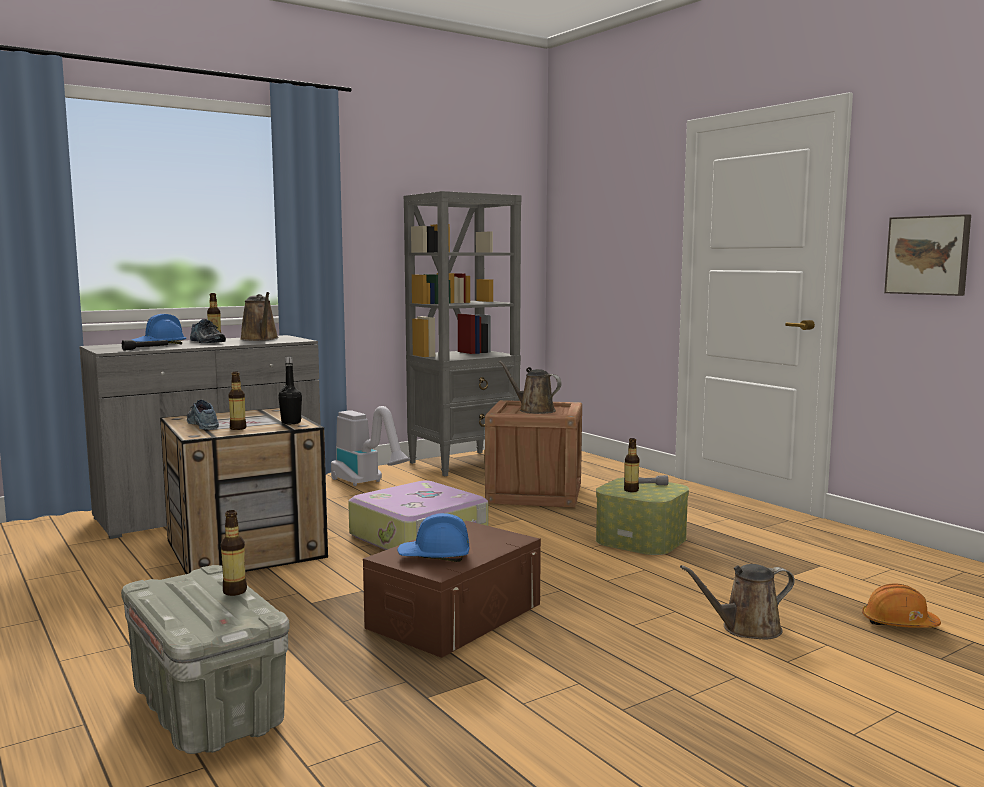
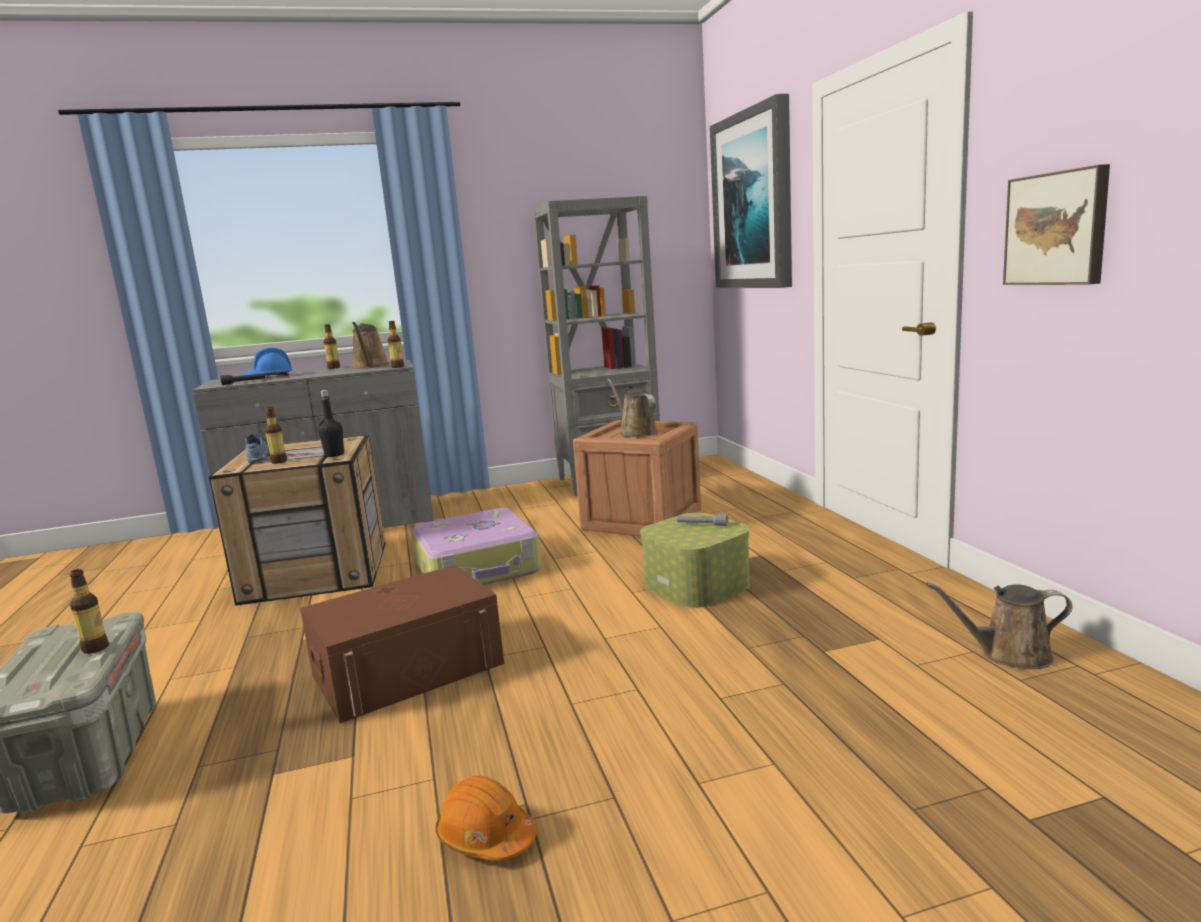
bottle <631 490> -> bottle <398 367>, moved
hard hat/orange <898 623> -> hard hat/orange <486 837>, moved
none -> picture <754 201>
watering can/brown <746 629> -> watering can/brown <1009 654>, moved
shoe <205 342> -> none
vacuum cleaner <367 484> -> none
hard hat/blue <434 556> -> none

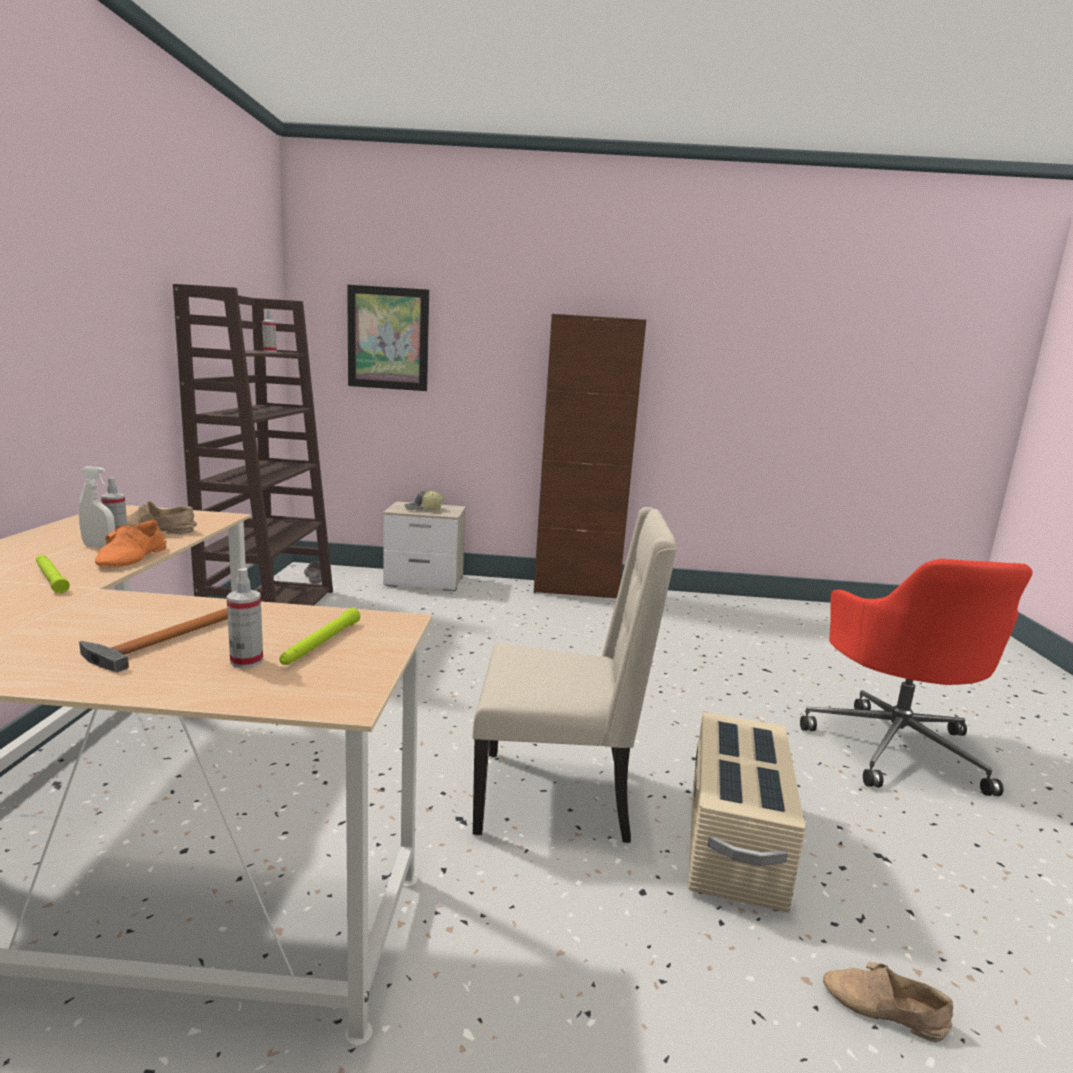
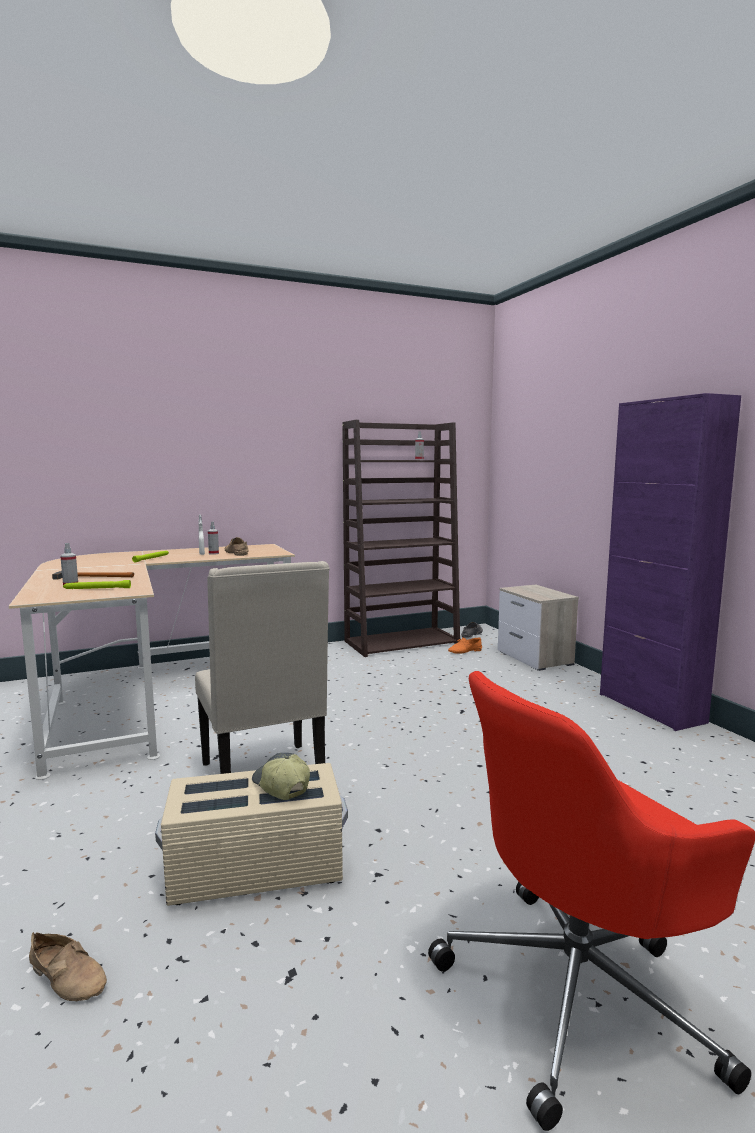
shoe/beige <883 1010> -> shoe/beige <69 975>, 120 degrees clockwise
cap <423 509> -> cap <280 786>, moved
shoe/orange <134 557> -> shoe/orange <465 651>, moved
cabinet/brown <575 590> -> cabinet/purple <650 708>
picture <388 338> -> none

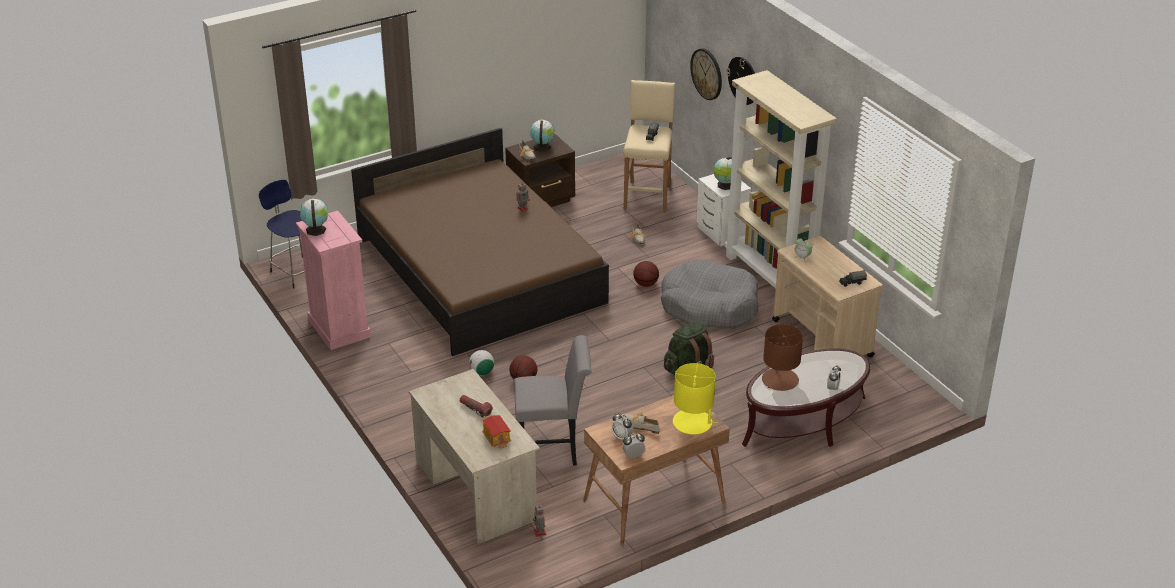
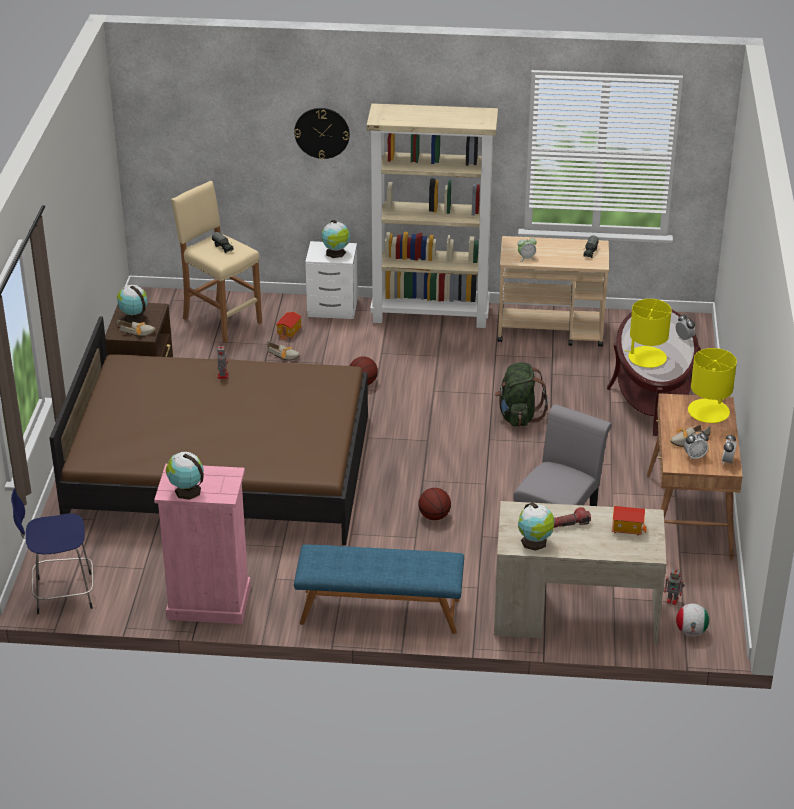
none -> toy house <289 332>
none -> bench/blue <379 612>
none -> globe <535 542>
table lamp/brown <780 380> -> table lamp/yellow <646 358>
football <482 372> -> football <691 631>, moved
dog bed/grey <709 306> -> none
wall clock <707 74> -> none

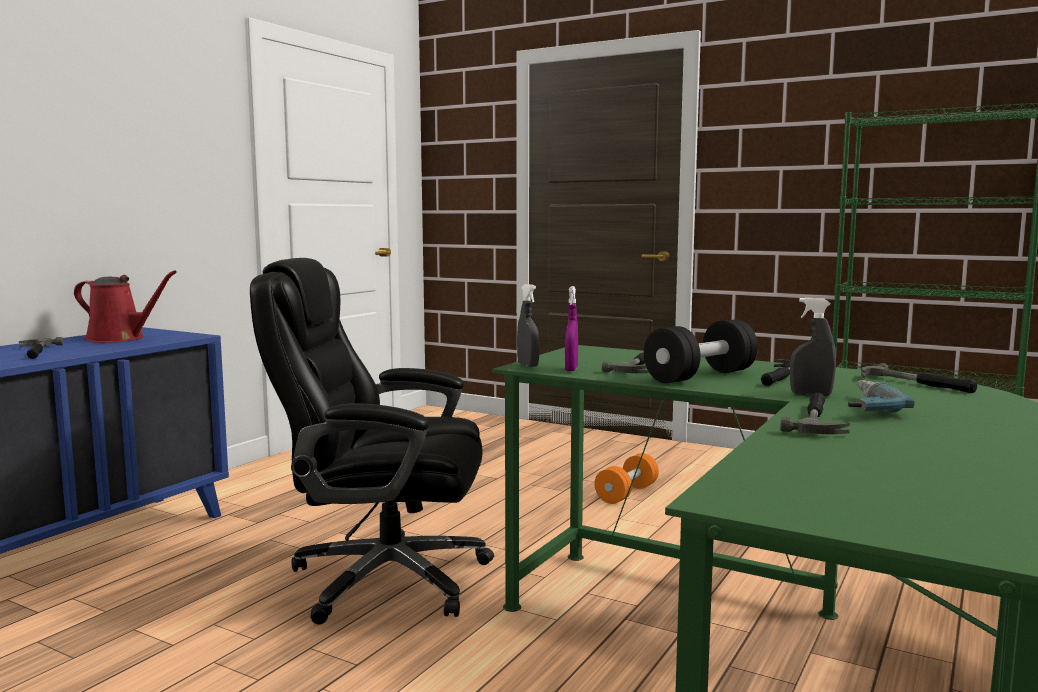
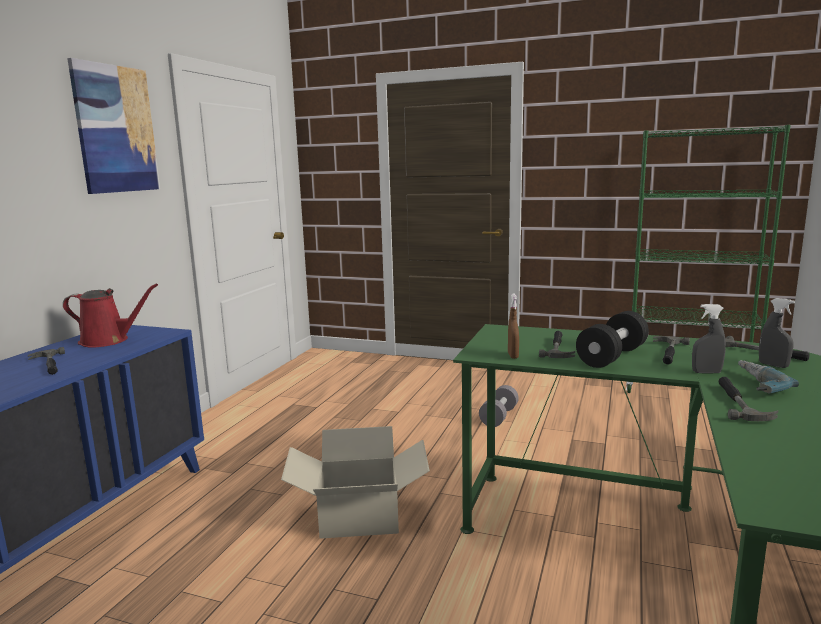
none -> picture <116 129>
office chair/black <384 579> -> cardboard box <359 515>
dumbbell/orange <626 494> -> dumbbell/grey <499 417>
spray bottle/purple <571 369> -> spray bottle/brown <513 356>
spray bottle/grey <528 365> -> spray bottle/grey <773 365>, moved

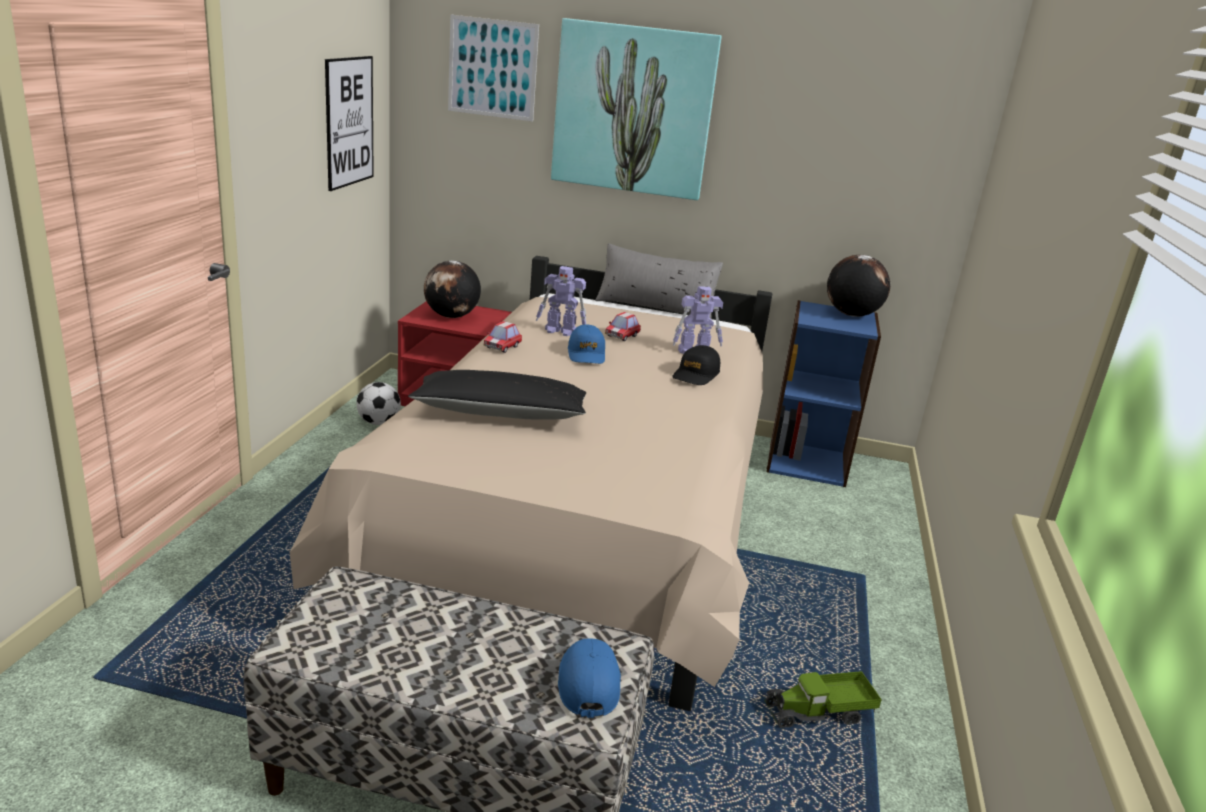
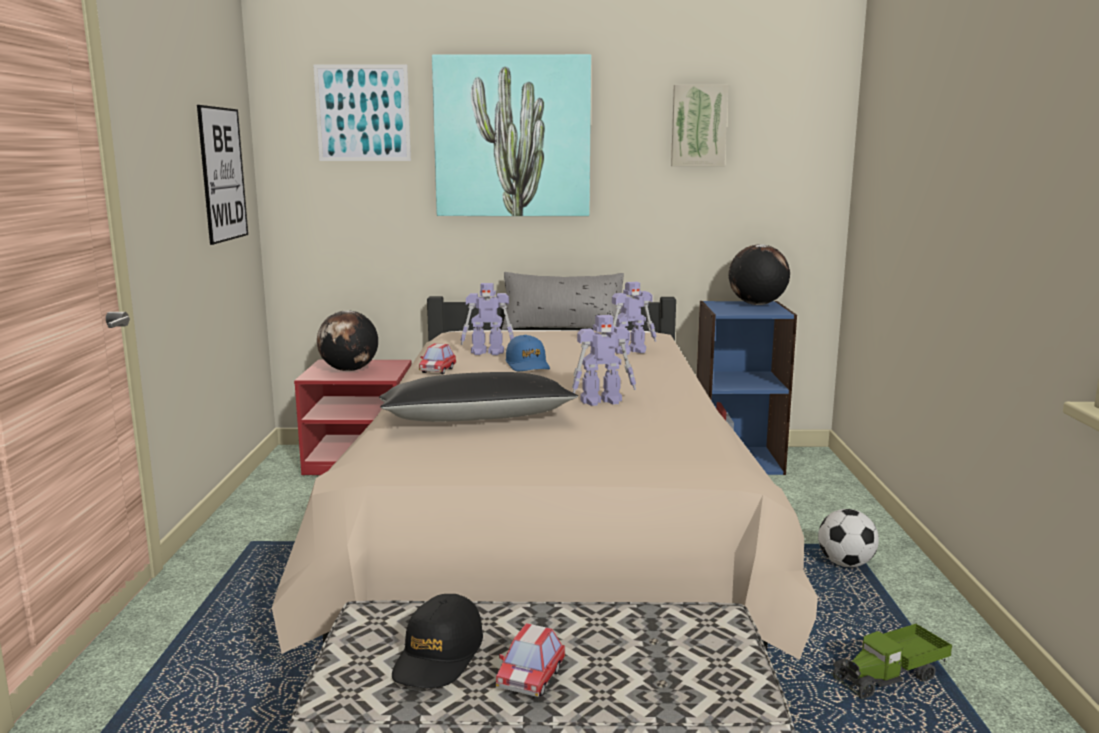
cap/black <696 375> -> cap/black <438 656>, moved
toy car <622 336> -> toy car <531 678>, moved
none -> toy robot <602 401>
none -> picture <698 126>
football <378 422> -> football <845 564>, moved
cap/blue <587 682> -> none

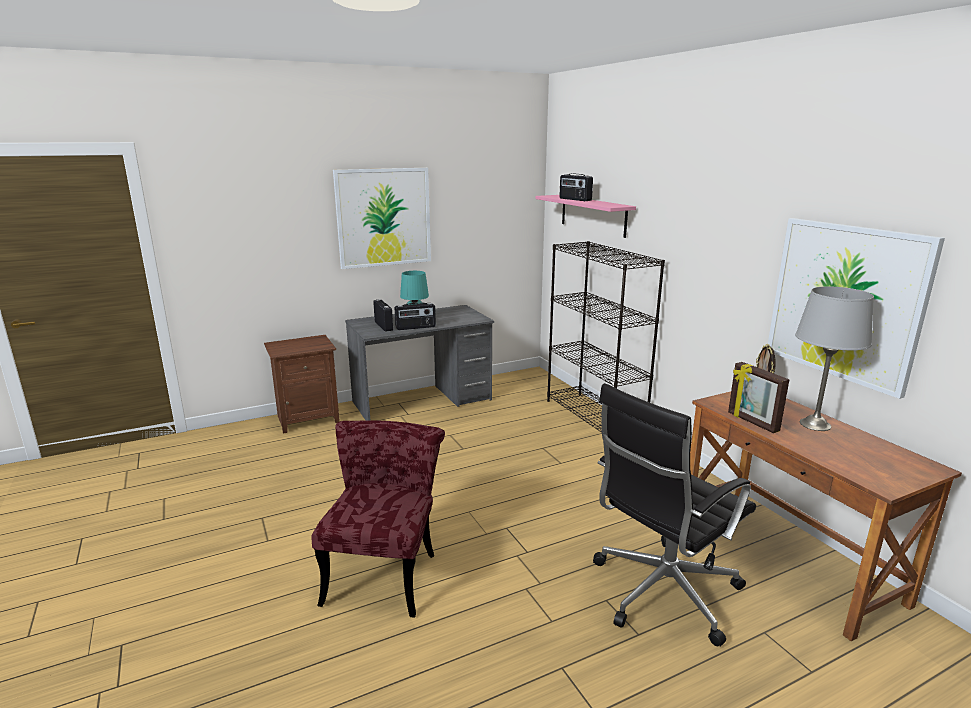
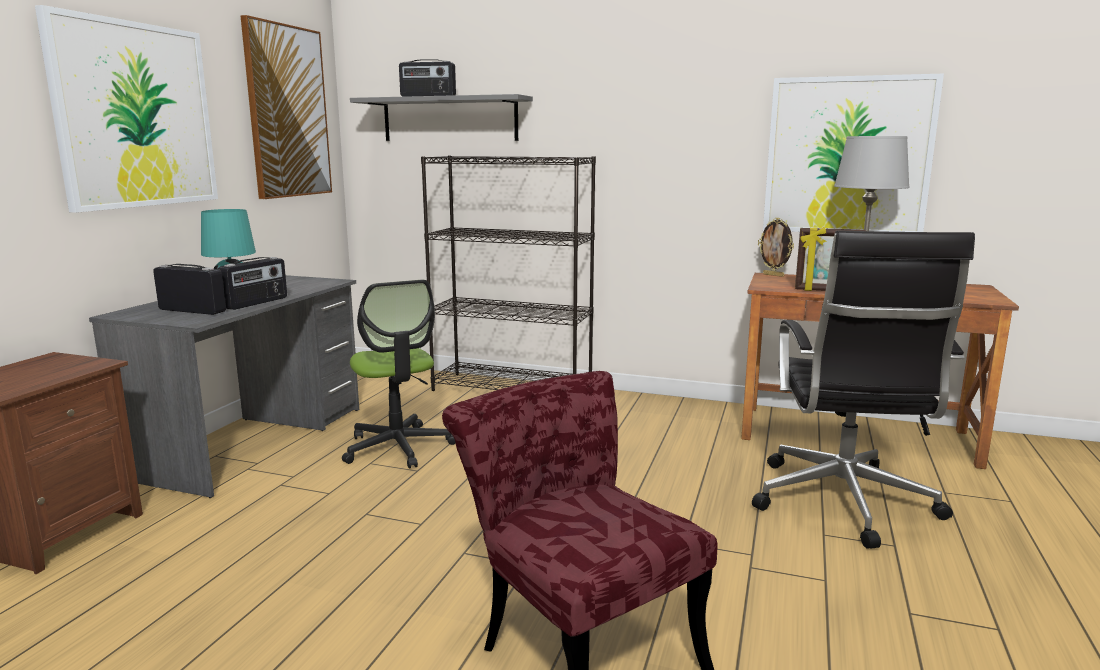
none -> picture <287 112>
none -> office chair <398 447>
shelf/pink <593 215> -> shelf/grey <449 119>

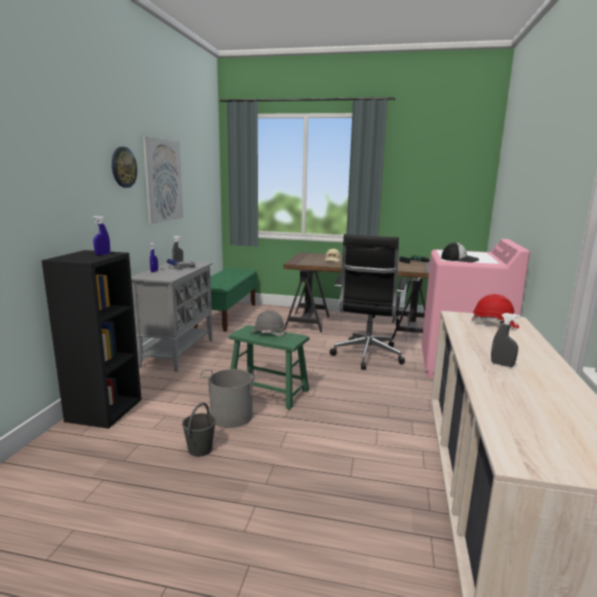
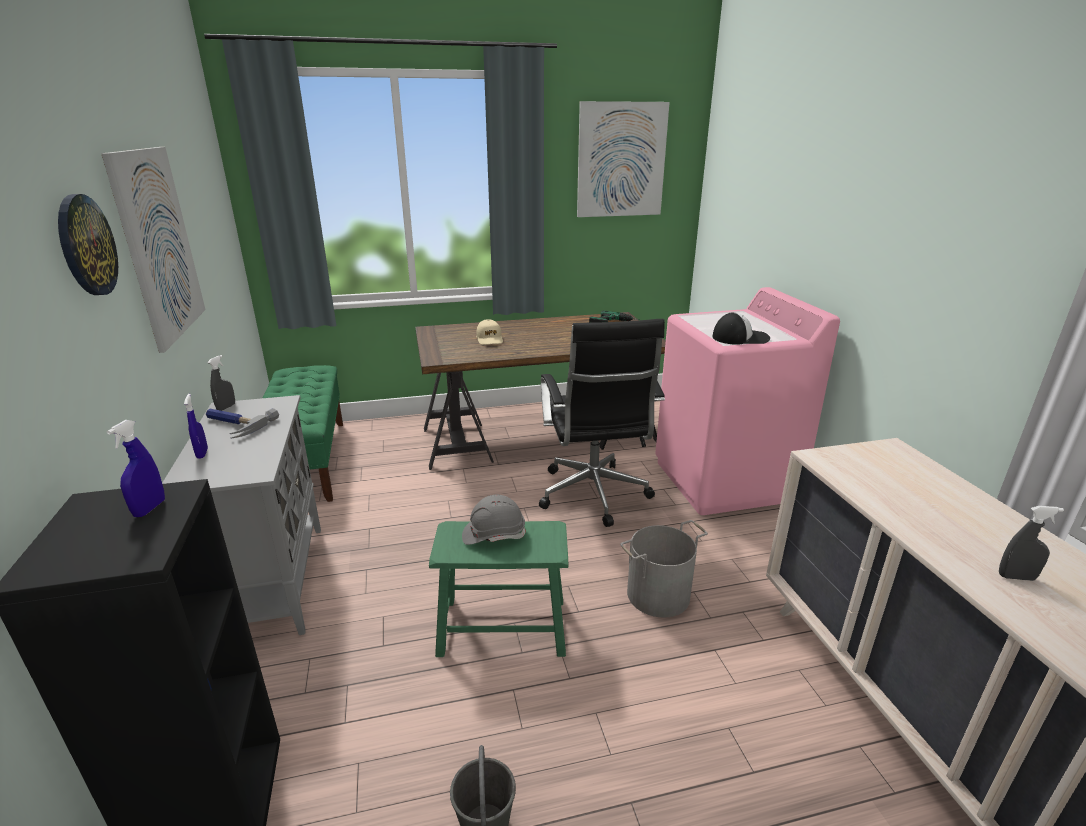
none -> picture <621 160>
bucket/grey <231 416> -> bucket/grey <659 595>, moved
hard hat/red <494 323> -> none

